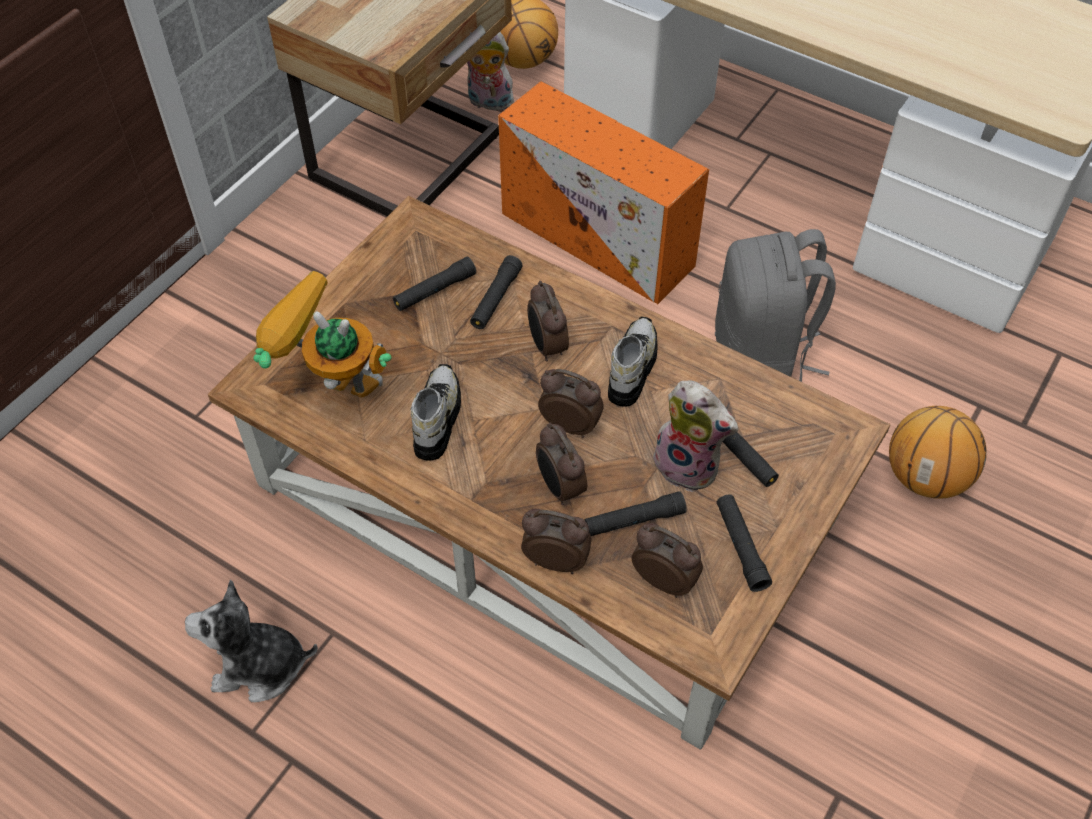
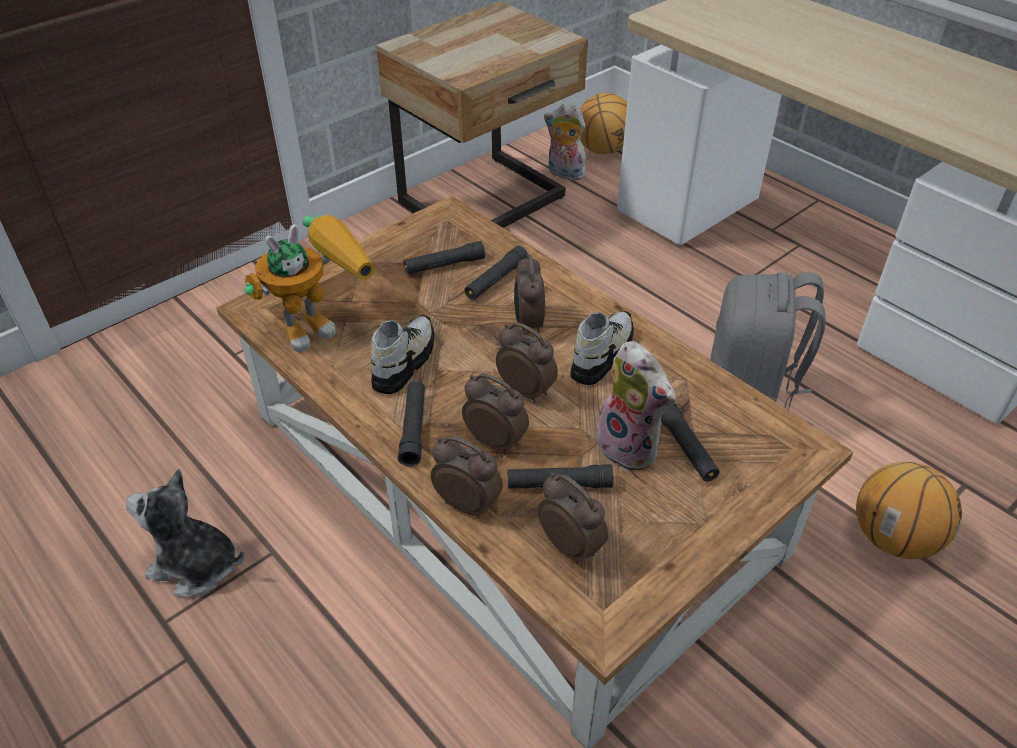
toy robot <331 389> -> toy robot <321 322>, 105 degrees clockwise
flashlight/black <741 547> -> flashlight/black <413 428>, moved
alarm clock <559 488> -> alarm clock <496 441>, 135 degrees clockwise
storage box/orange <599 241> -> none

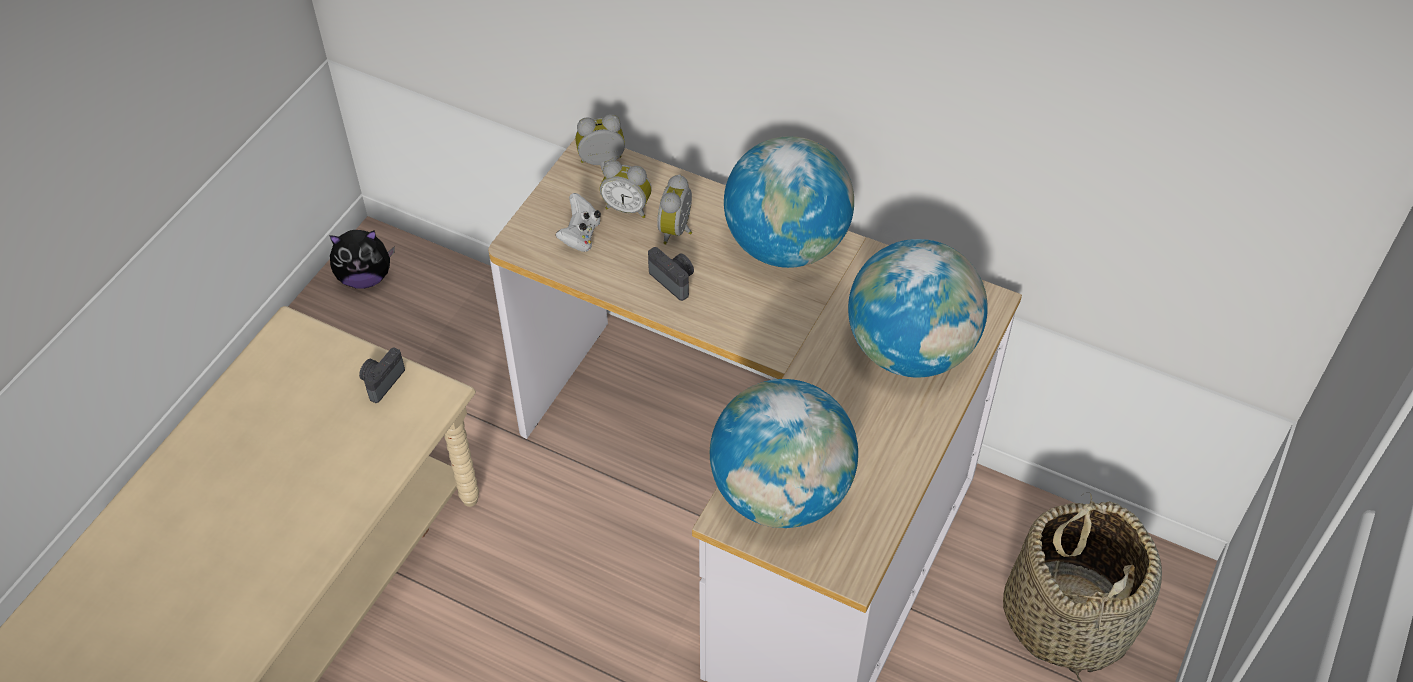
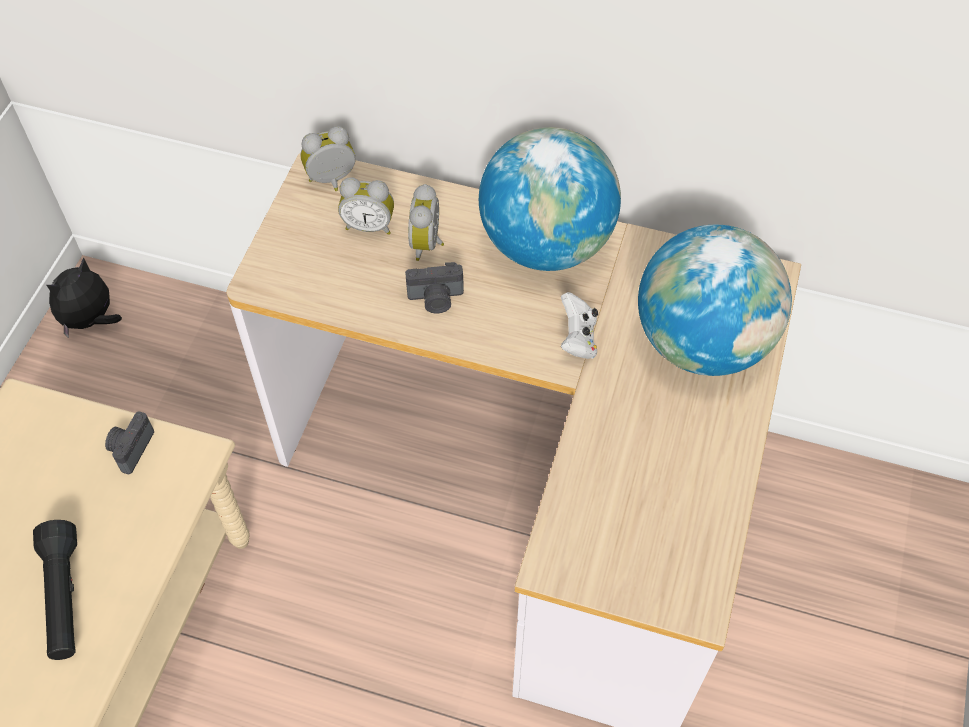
none -> flashlight/black <64 597>
plush toy <365 277> -> plush toy <91 320>, 150 degrees clockwise
photo camera <674 280> -> photo camera <436 299>, 135 degrees clockwise
game controller/white <580 236> -> game controller/white <578 339>, moved
globe <781 493> -> none
basket <1068 616> -> none

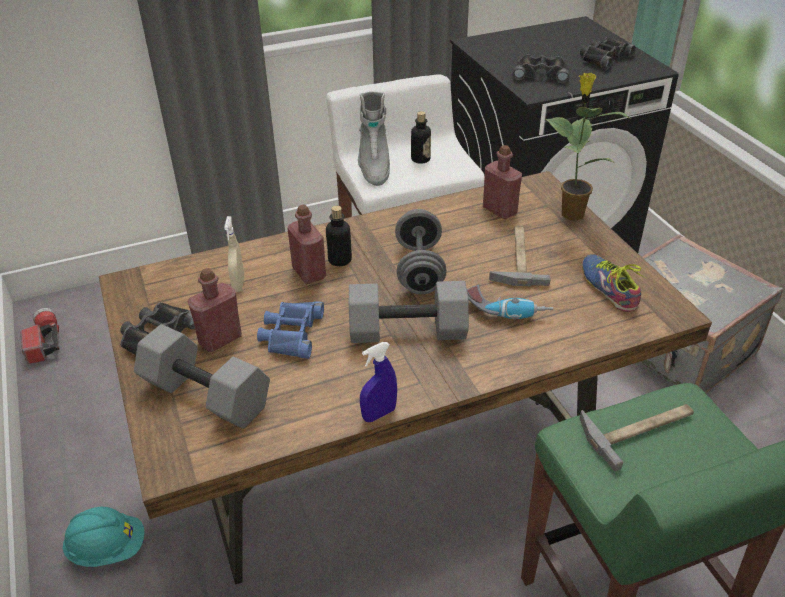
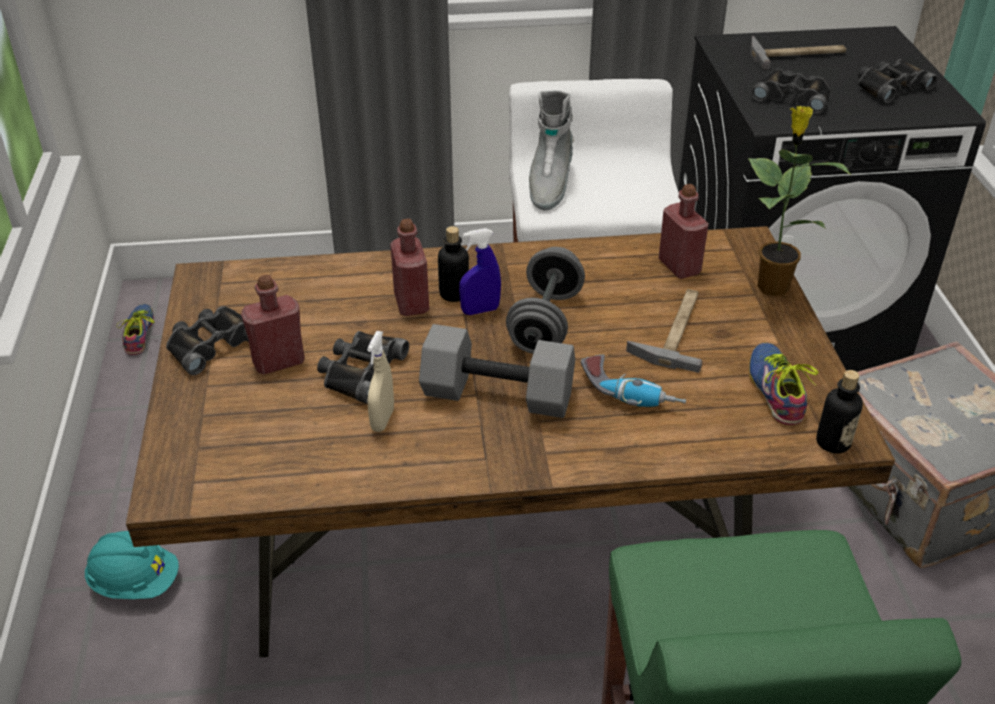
flashlight <44 342> -> shoe <142 333>
binoculars/blue <291 334> -> binoculars/black <360 371>
spray bottle/beige <238 284> -> spray bottle/beige <382 420>, moved
spray bottle/blue <379 414> -> spray bottle/blue <480 310>, moved
hammer <640 428> -> hammer <797 54>, moved
bottle <420 159> -> bottle <833 442>, moved
dumbbell/grey <208 394> -> none

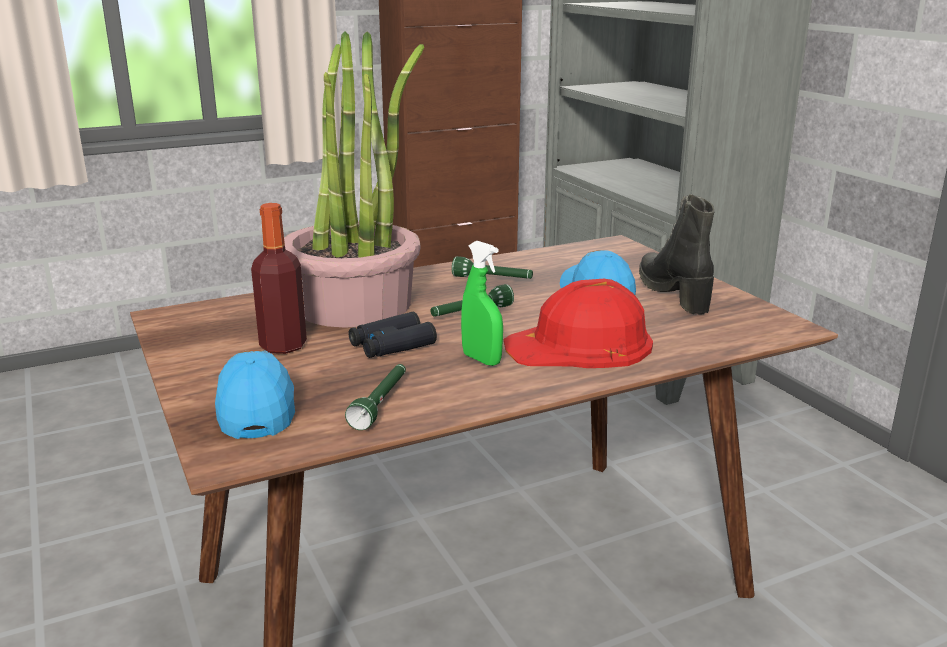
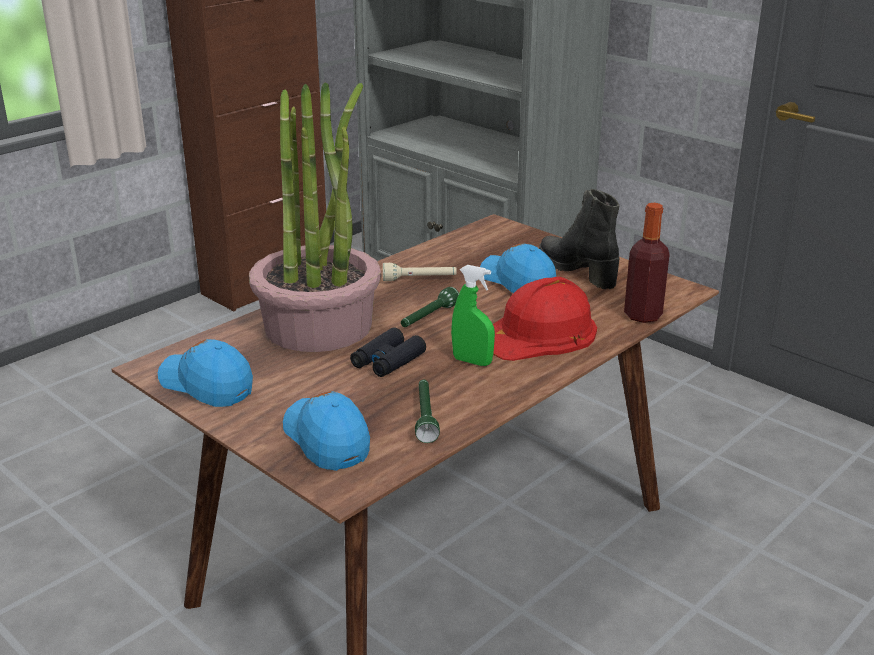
none -> cap/blue <207 385>
flashlight/green <492 279> -> flashlight/beige <419 279>
bottle <283 346> -> bottle <643 315>, moved

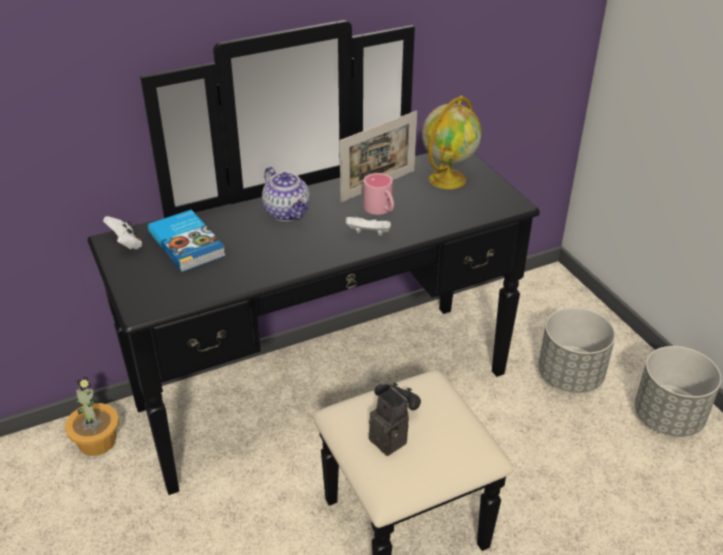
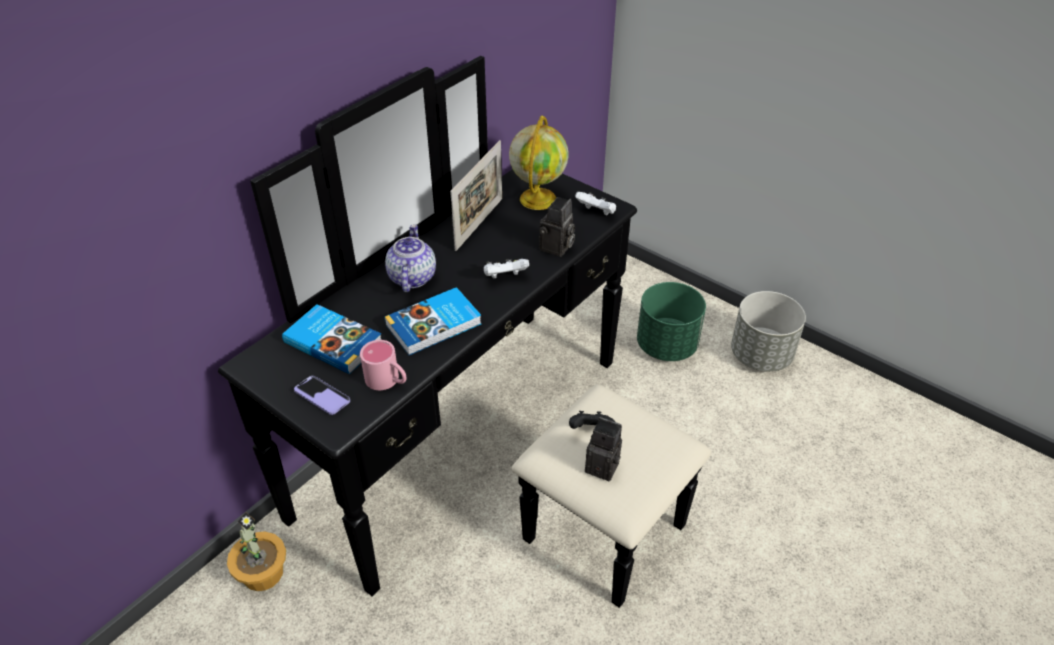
none -> phone <322 396>
mug/pink <381 210> -> mug/pink <388 381>, moved
none -> book <435 325>
teapot <287 212> -> teapot <411 277>, 120 degrees counterclockwise
none -> photo camera <556 248>
game controller/white <126 244> -> game controller/white <596 212>, moved
planter/grey <570 375> -> planter/green <666 345>

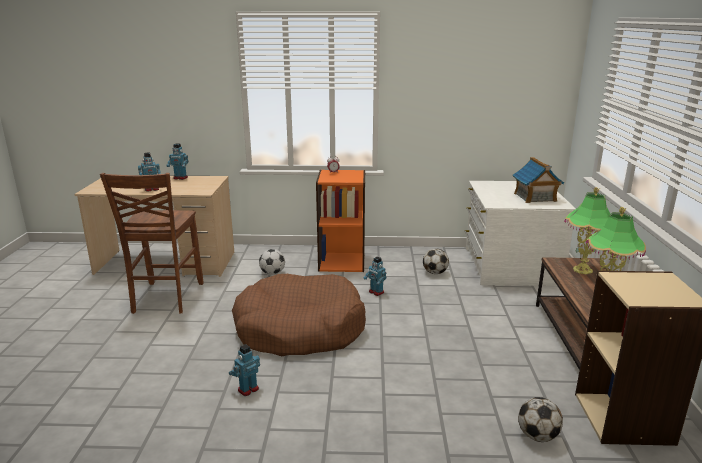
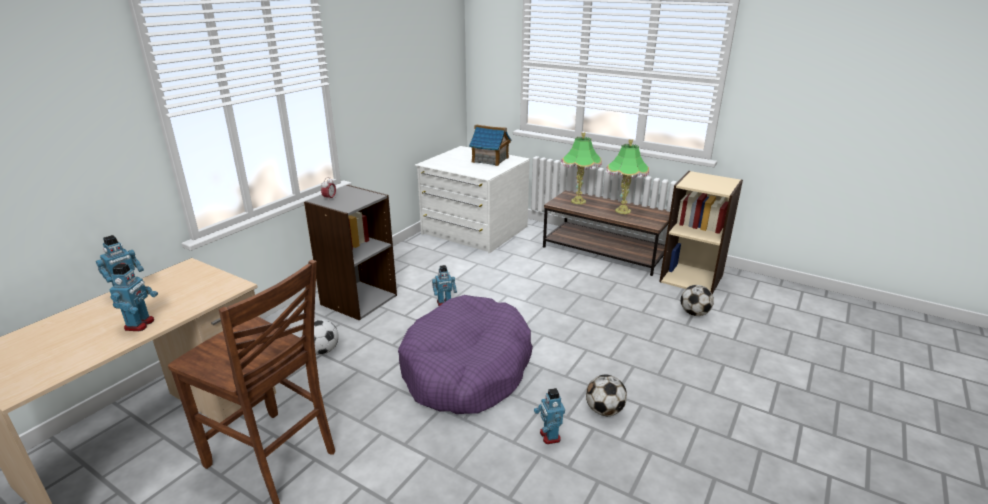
bookcase/orange <342 262> -> bookcase/grey <358 299>
dog bed/brown <299 329> -> dog bed/purple <467 369>
football <435 273> -> football <604 410>, moved

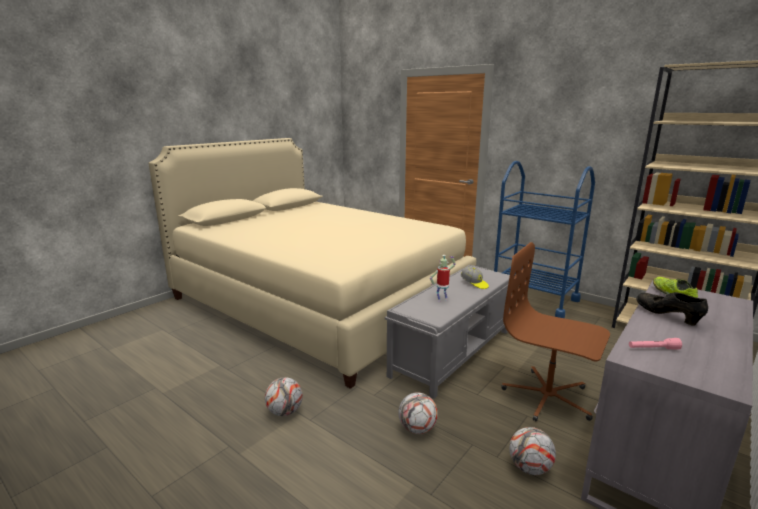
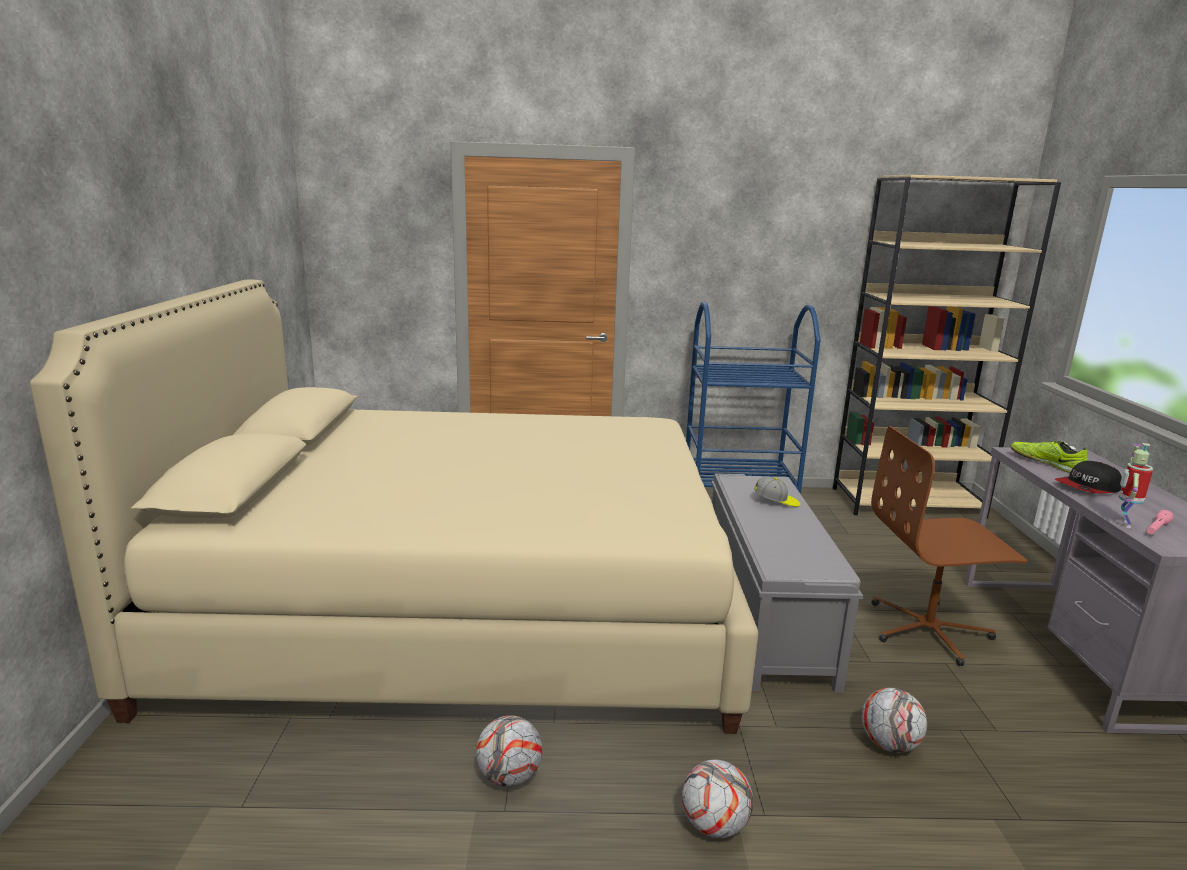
football <529 468> -> football <509 777>, moved
shoe/black <667 316> -> cap <1088 487>
toy robot <442 300> -> toy robot <1123 523>, moved

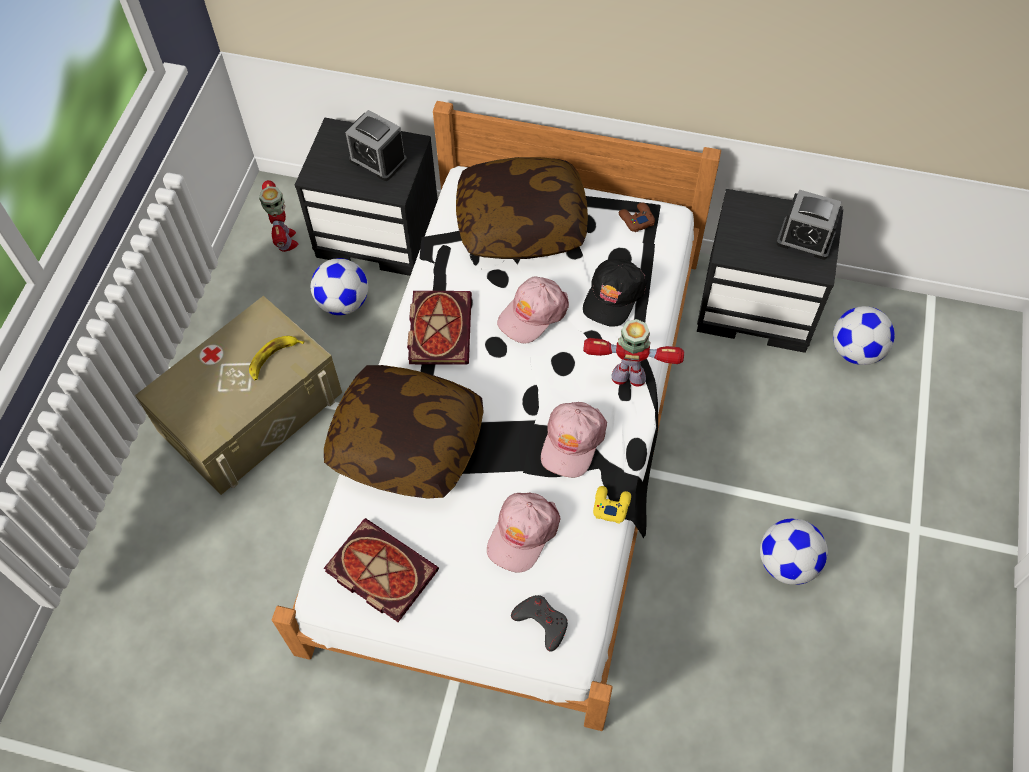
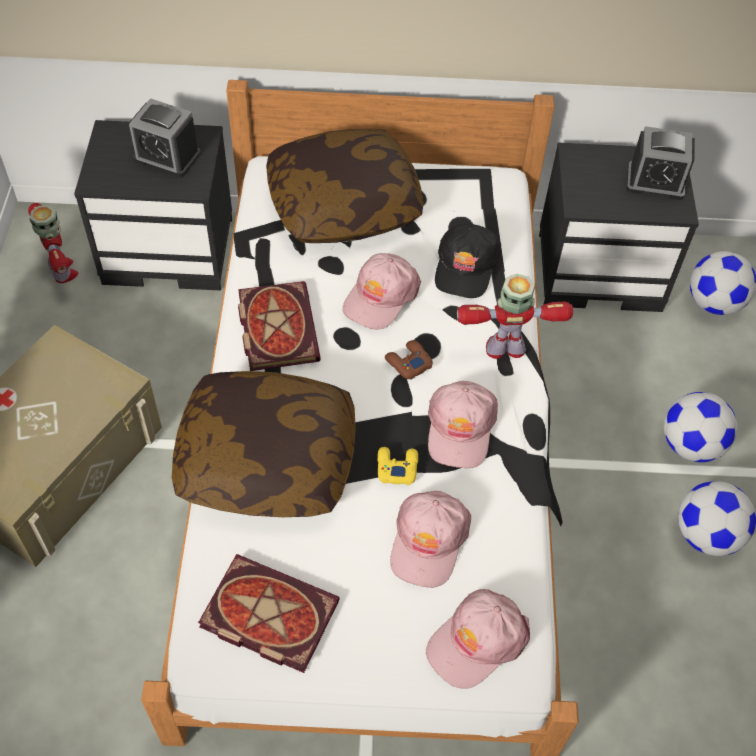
game controller/yellow <611 505> -> game controller/yellow <396 467>, moved
game controller/brown <636 219> -> game controller/brown <408 363>, moved
game controller/grey <541 622> -> cap/pink <477 641>
football <343 302> -> football <690 445>, moved
banana <273 359> -> none

